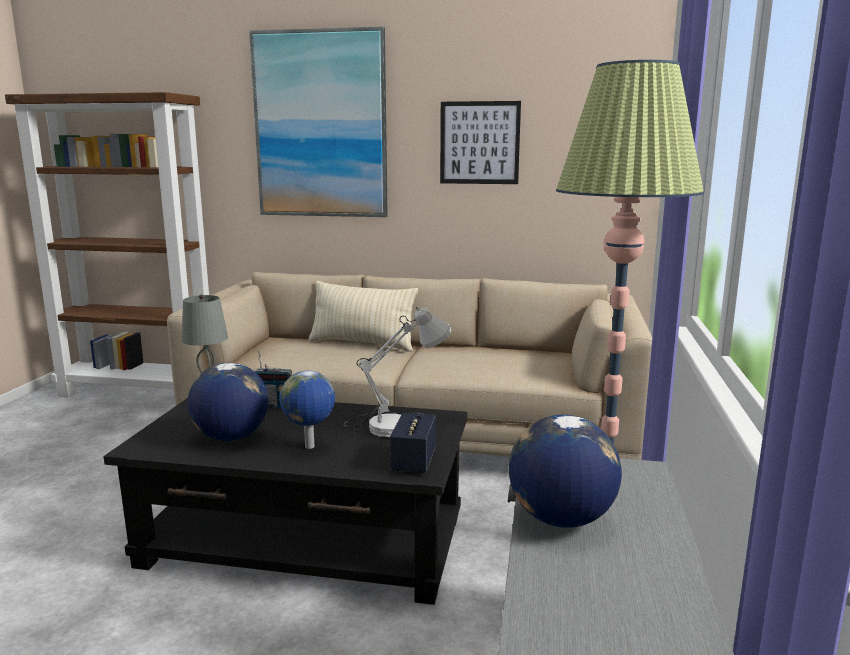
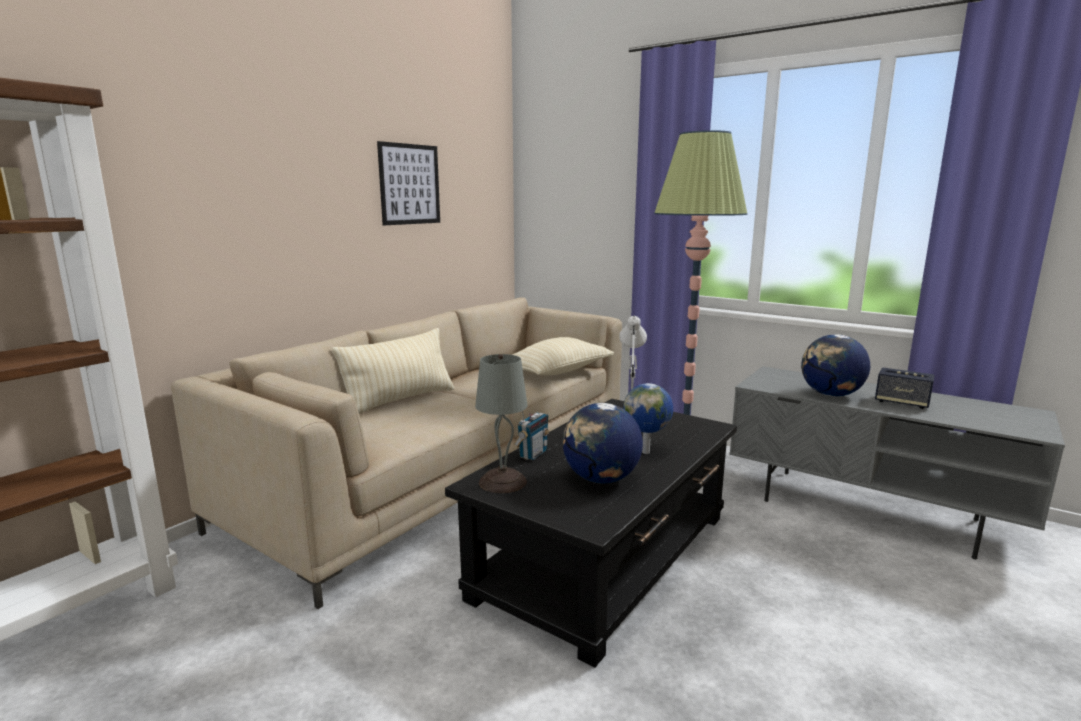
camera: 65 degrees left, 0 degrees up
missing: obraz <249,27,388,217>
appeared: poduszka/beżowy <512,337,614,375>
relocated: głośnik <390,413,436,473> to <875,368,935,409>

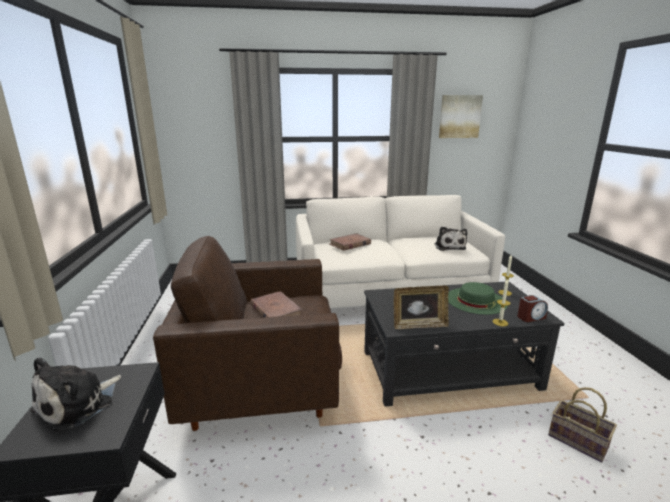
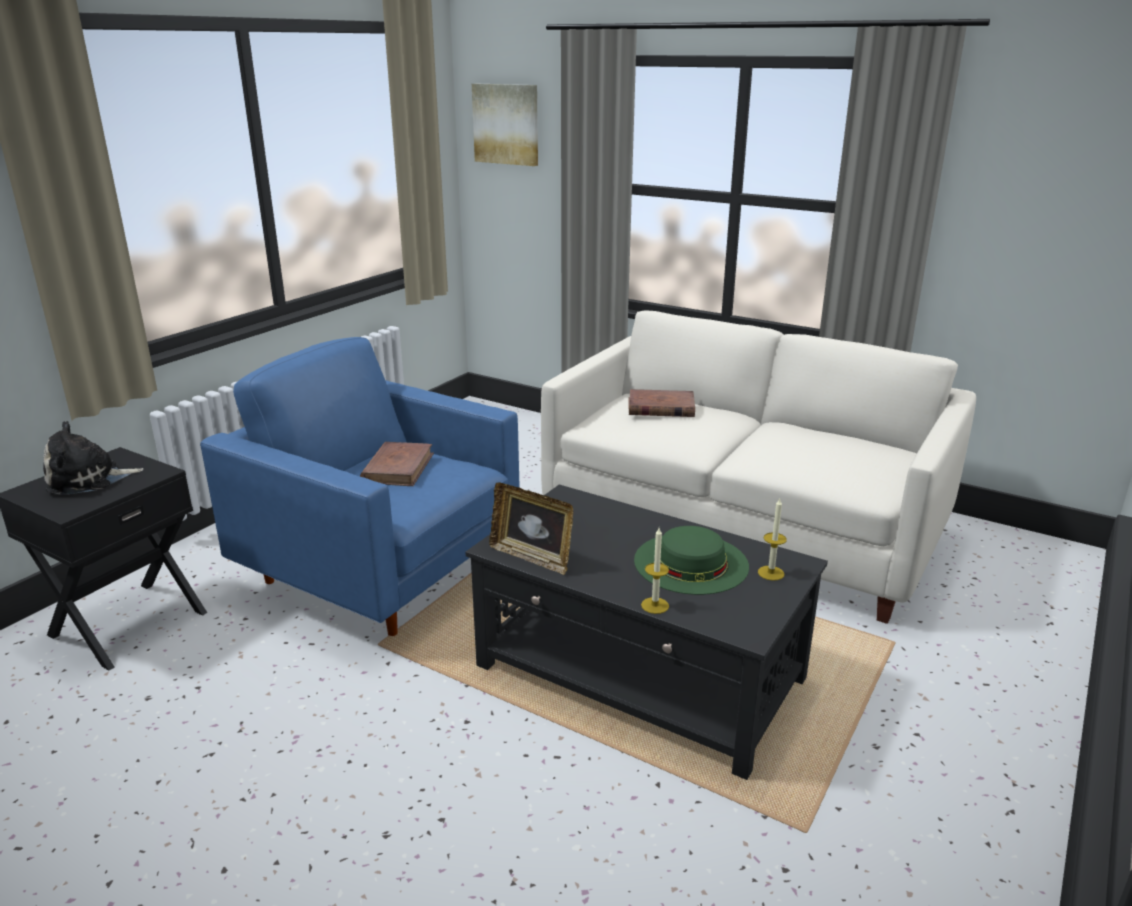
camera: 40 degrees right, 5 degrees up
missing: pluszak <434,227,467,251>; budzik <517,295,548,322>; koszyk <548,387,617,463>
relocated: obraz <439,95,483,138> to <472,83,538,166>
colour: fotel/brązowy <153,236,342,431> to fotel/niebieski <200,337,520,636>

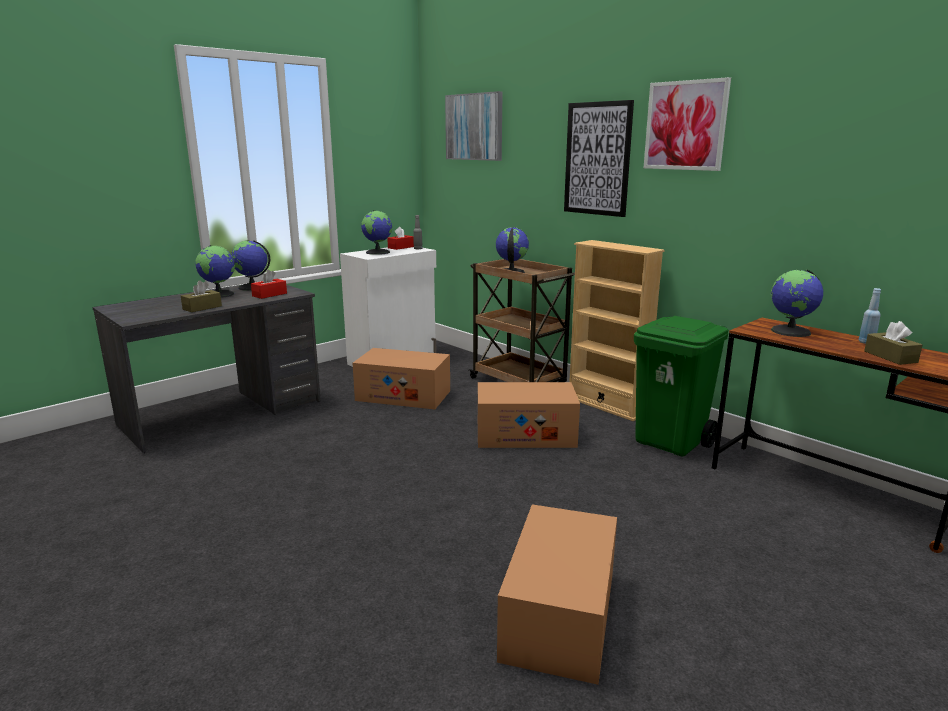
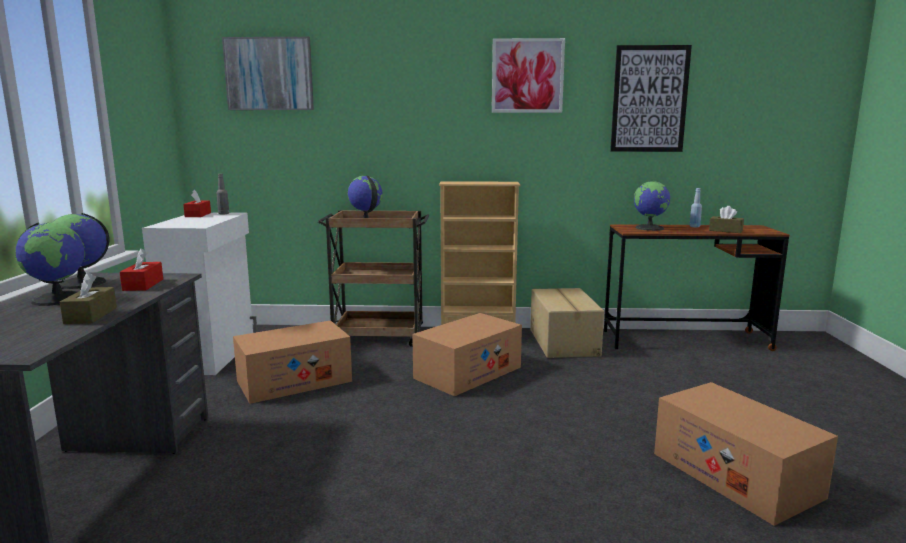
camera: 45 degrees left, 5 degrees down
missing: globus <361,210,392,255>
relocated: obraz <564,100,634,217> to <610,45,692,152>
exchanged: kosz na śmieci/zielony <634,316,728,456> to karton <530,288,604,358>

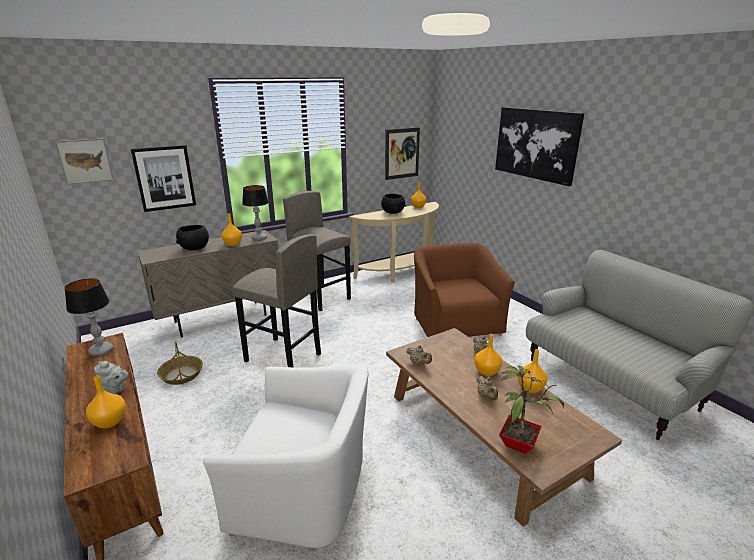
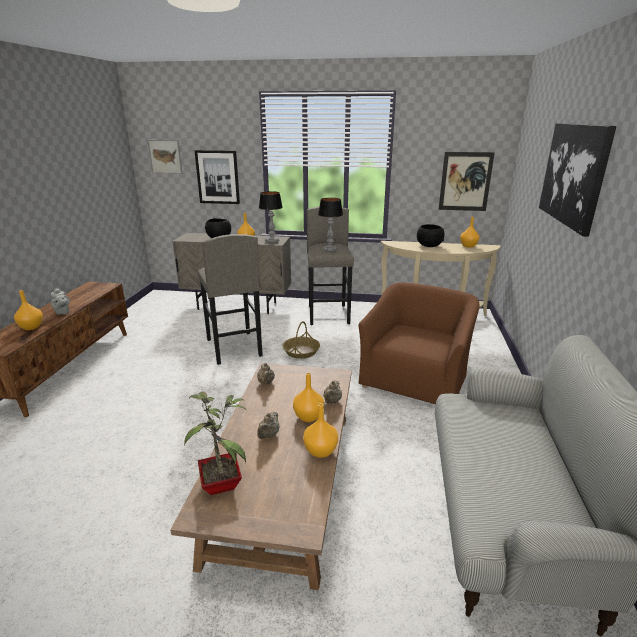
camera: 40 degrees right, 0 degrees up
missing: fotel/biały <203,364,368,551>
relocated: lampa stołowa <65,278,114,356> to <318,198,343,252>; koszyk <157,341,203,385> to <282,321,320,359>

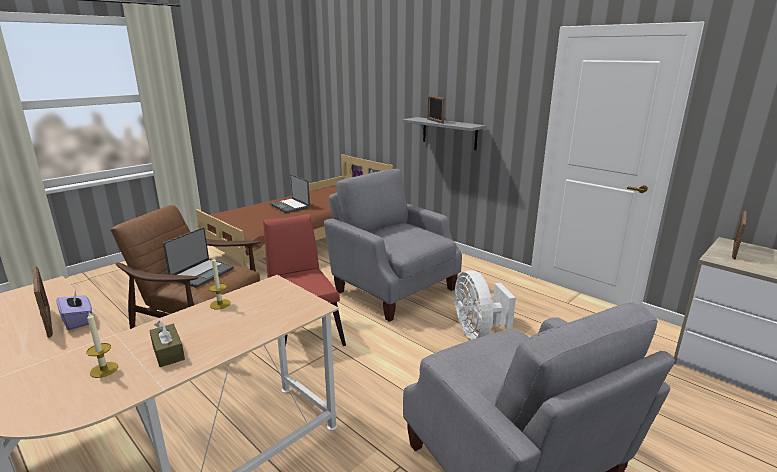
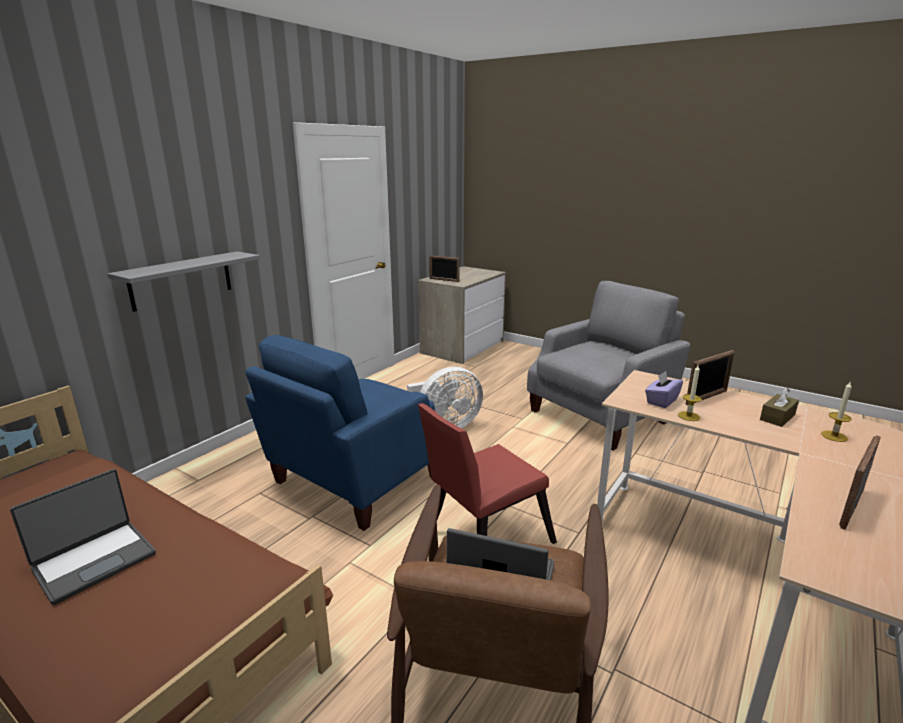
camera: 100 degrees left, 0 degrees up
relocated: ramka na zdjęcie <427,95,445,124> to <685,350,735,405>; pudełko chusteczek/fioletowy <57,289,92,330> to <645,371,683,408>
colour: fotel/szary <324,169,462,322> to fotel/niebieski <245,335,435,531>

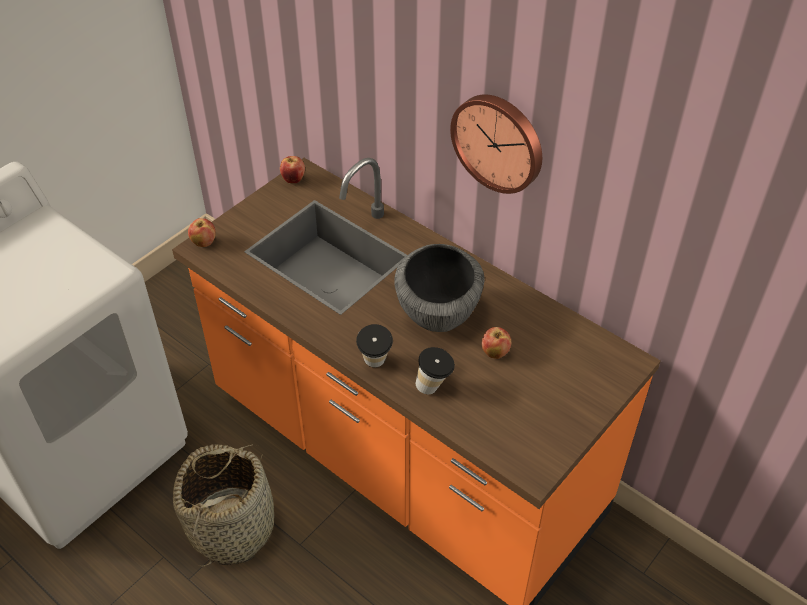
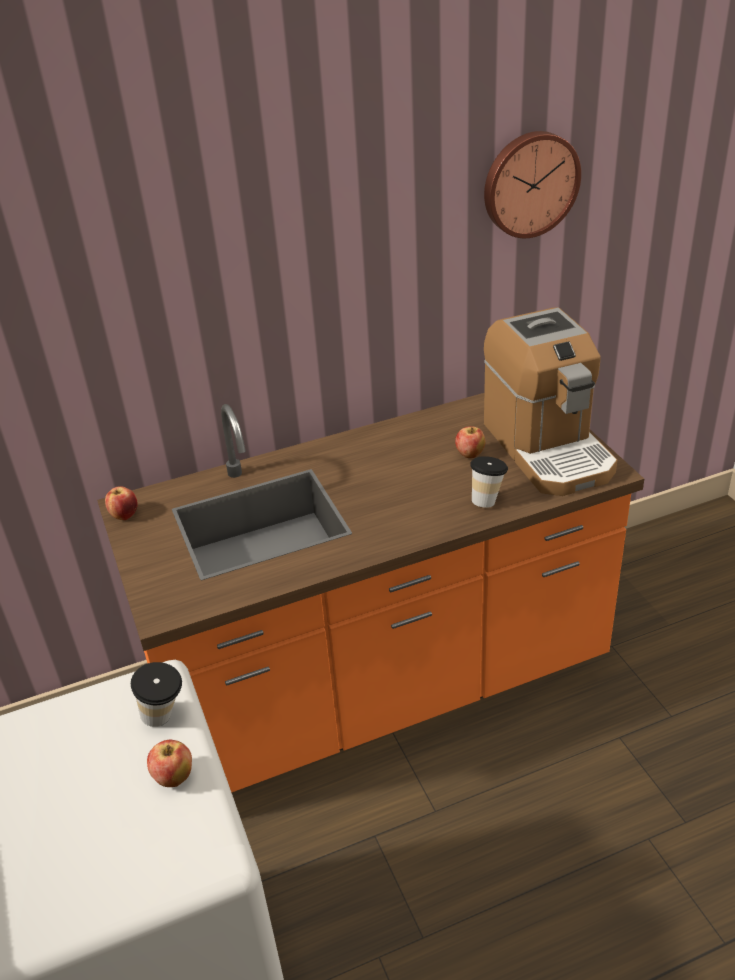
camera: 60 degrees left, 10 degrees down
missing: miska <394,244,485,332>; koszyk <173,444,274,567>
appeared: ekspres do kawy <484,308,617,496>
relocated: zegar ścienny <450,94,542,194> to <484,131,581,238>; jabłko <188,218,216,247> to <147,740,192,787>; filiżanka <356,324,393,367> to <131,662,182,727>

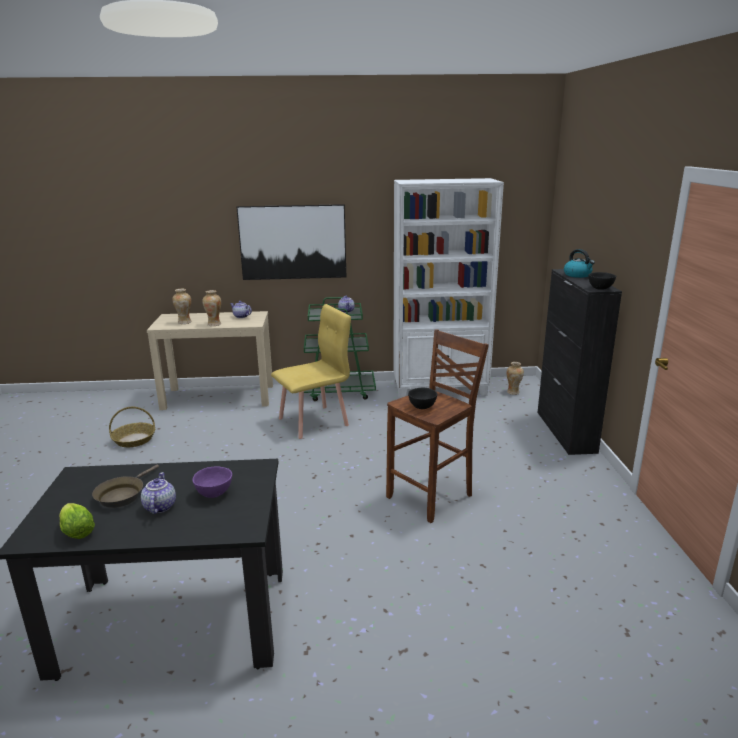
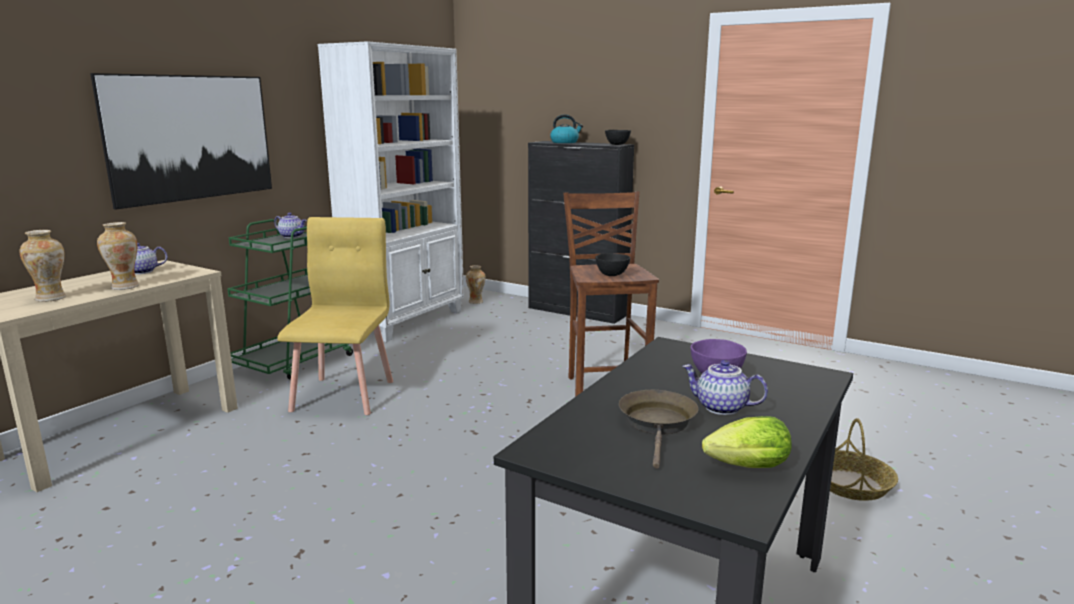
camera: 55 degrees left, 5 degrees down
relocated: koszyk <109,407,155,447> to <830,418,898,501>
spun: patelnia/brązowy <92,465,159,508> = <619,390,698,469> 135 degrees counterclockwise

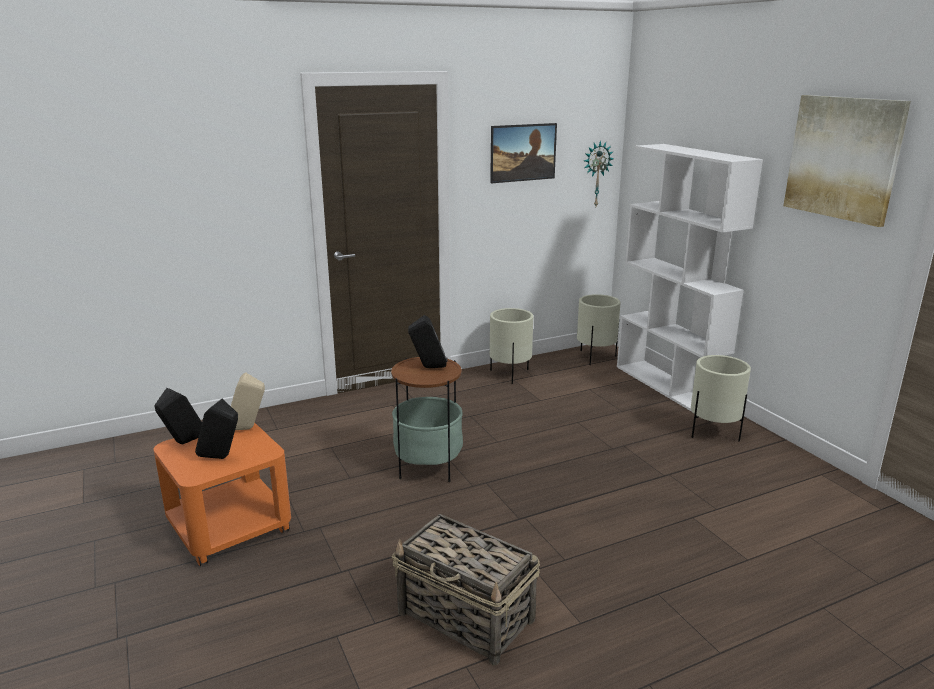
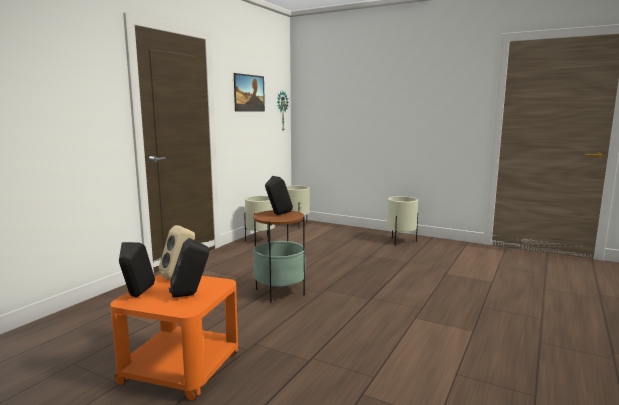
camera: 35 degrees left, 10 degrees down
missing: obraz <783,95,911,227>; regał/biały <617,144,763,412>; koszyk <392,514,540,665>

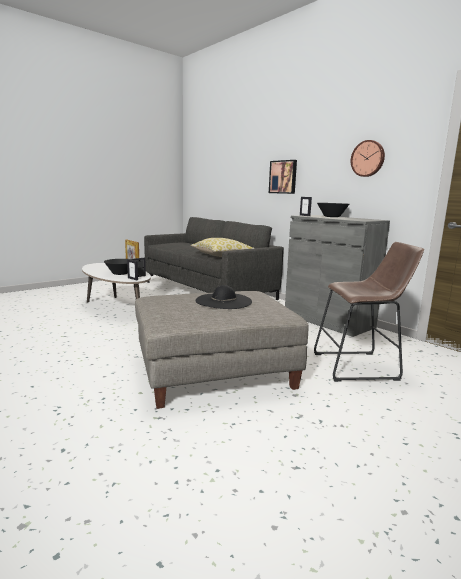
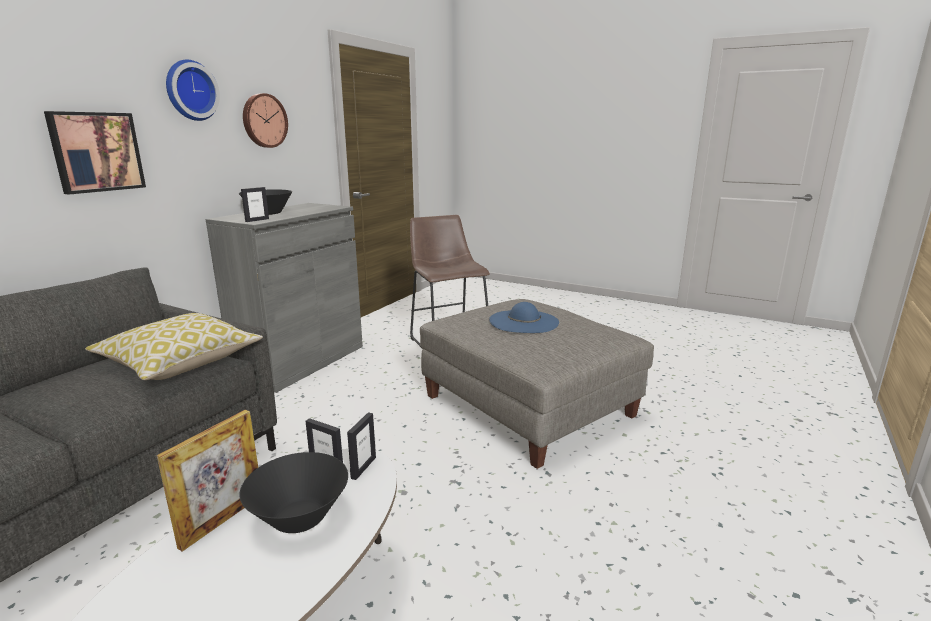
camera: 110 degrees left, 5 degrees up
appeared: zegar ścienny <166,60,220,121>
colour: kapelusz/czarny <196,285,252,309> to kapelusz/niebieski <489,302,559,333>

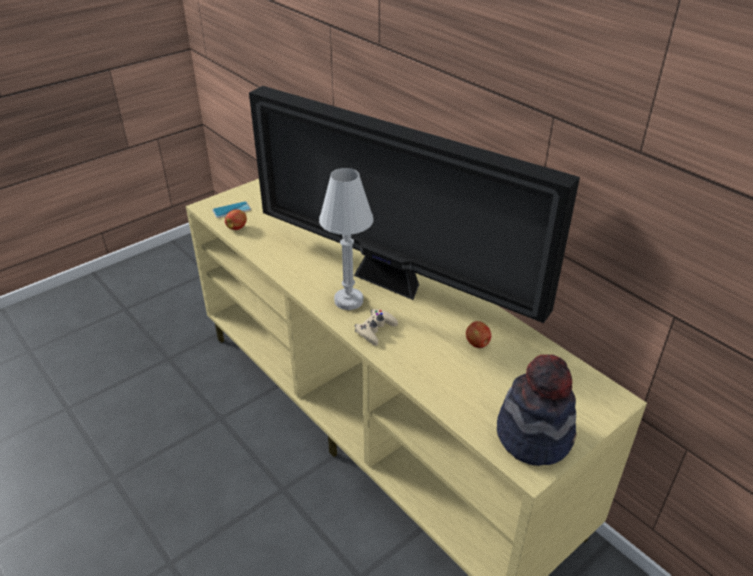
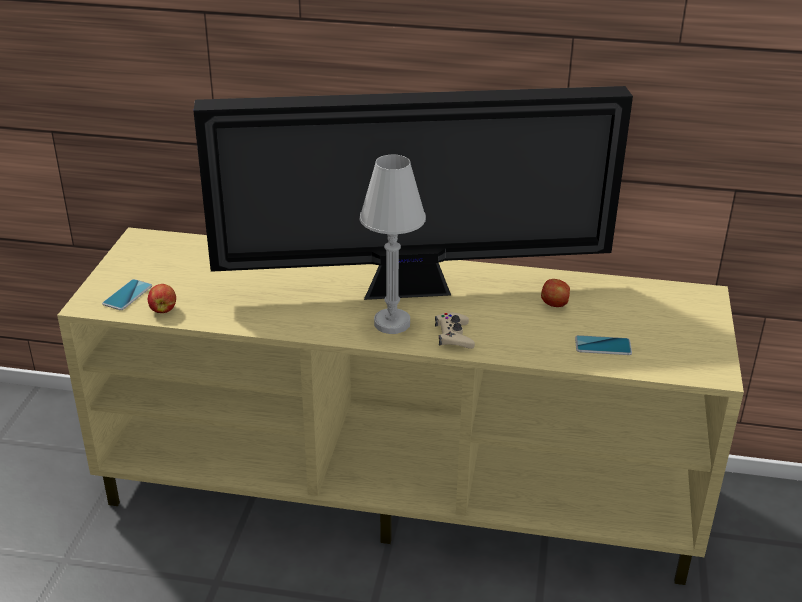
camera: 40 degrees left, 5 degrees down
missing: kapelusz <497,354,577,466>
appeared: telefon <575,335,632,355>

